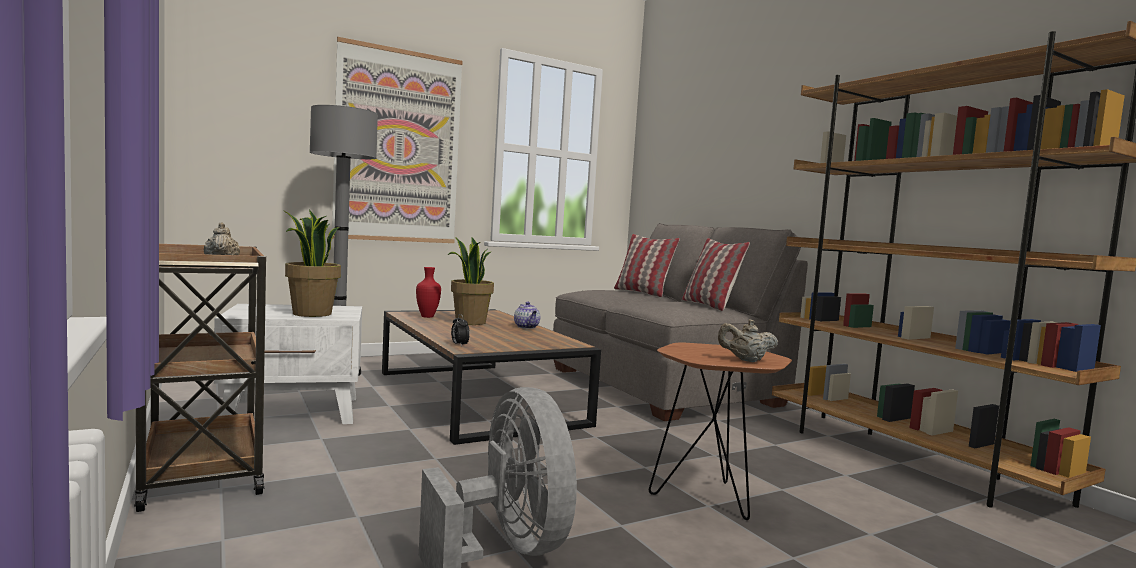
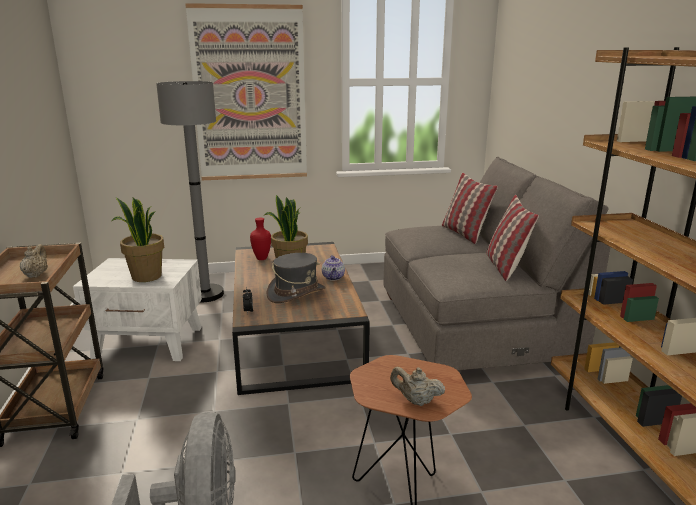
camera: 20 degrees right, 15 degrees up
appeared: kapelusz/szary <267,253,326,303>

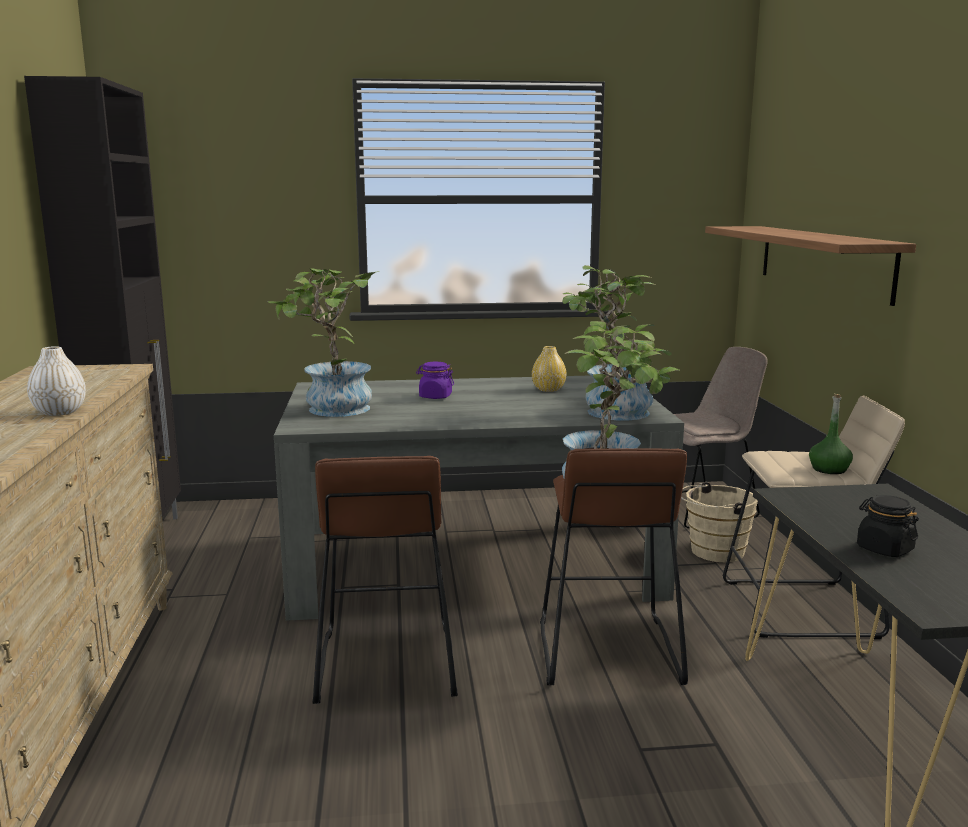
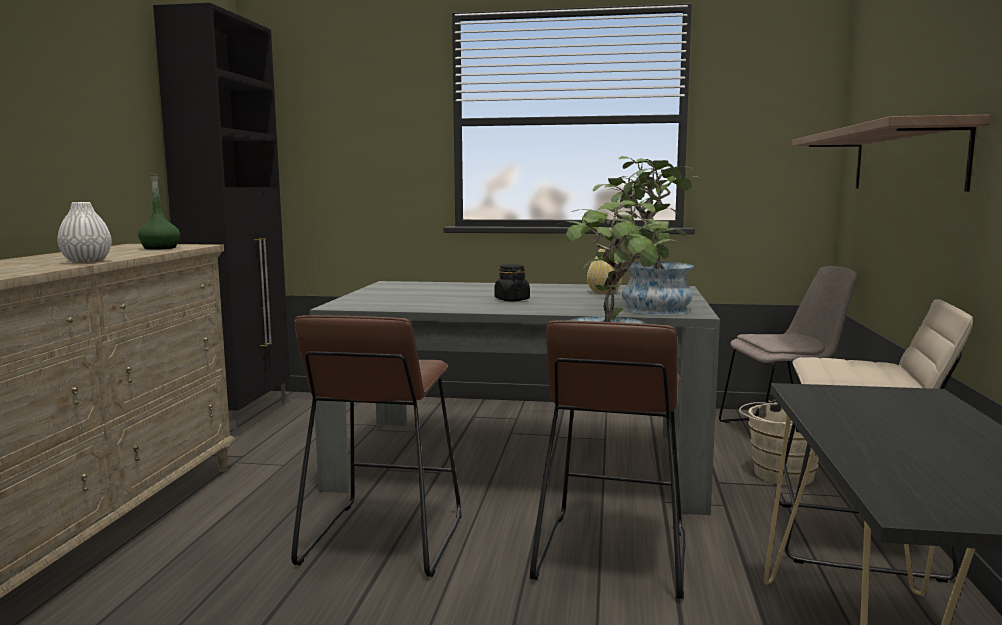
camera: 15 degrees right, 5 degrees down
missing: roślina doniczkowa <268,268,380,417>; słoik/fioletowy <416,362,454,399>
relocated: butelka/zielony <809,394,853,474> to <138,174,180,250>; słoik/czarny <857,495,919,557> to <495,264,530,302>

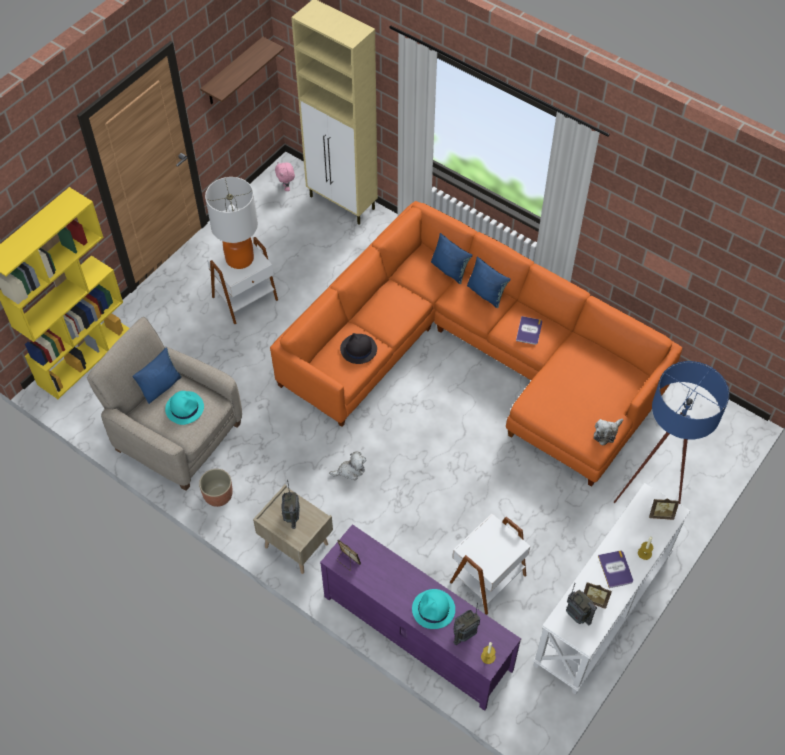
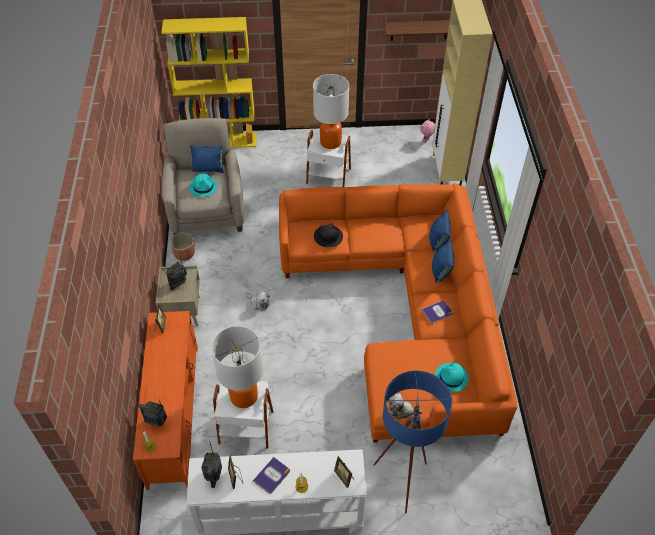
camera: 50 degrees right, 5 degrees down
appeared: lampa stołowa <211,326,263,408>
relocated: kapelusz/turkusowy <412,589,455,629> to <435,363,469,392>
colour: szafka pod telewizor/fioletowy <320,524,521,711> to szafka pod telewizor/pomarańczowy <133,311,198,490>

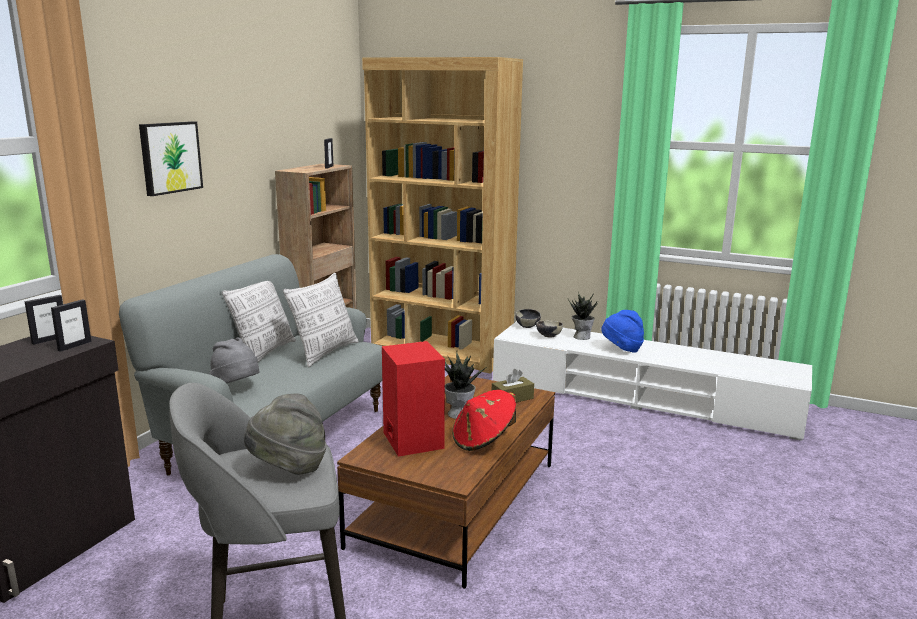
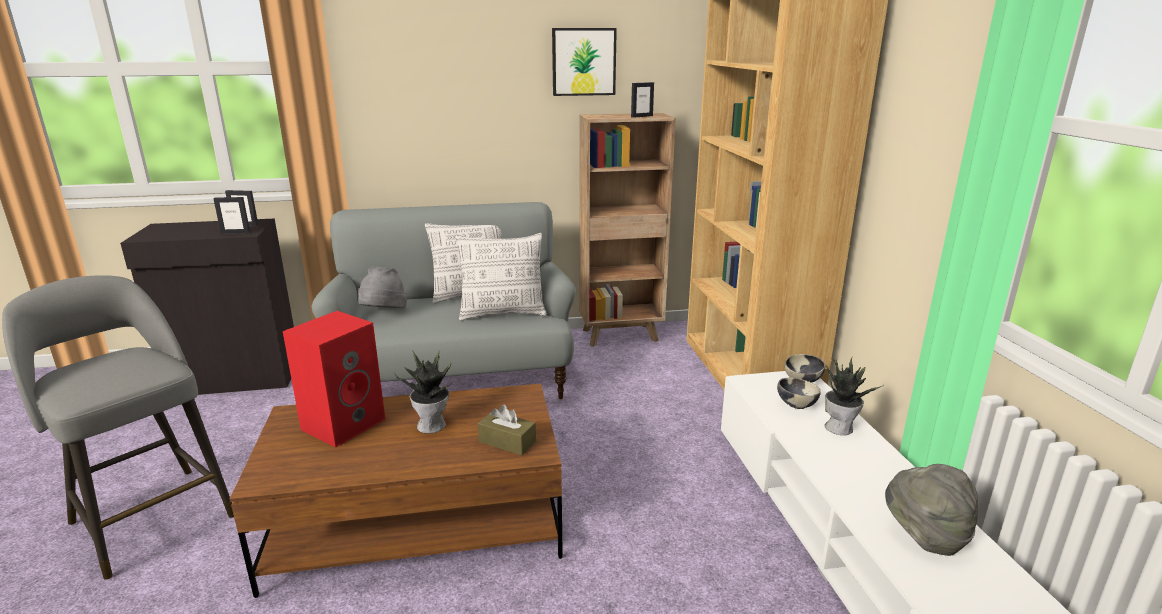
camera: 55 degrees right, 5 degrees up
missing: kapelusz/niebieski <601,310,644,353>; kapelusz/czerwony <452,390,516,451>
relocated: obraz <139,121,203,196> to <552,28,617,96>; kapelusz/szary <244,393,326,475> to <885,464,978,556>

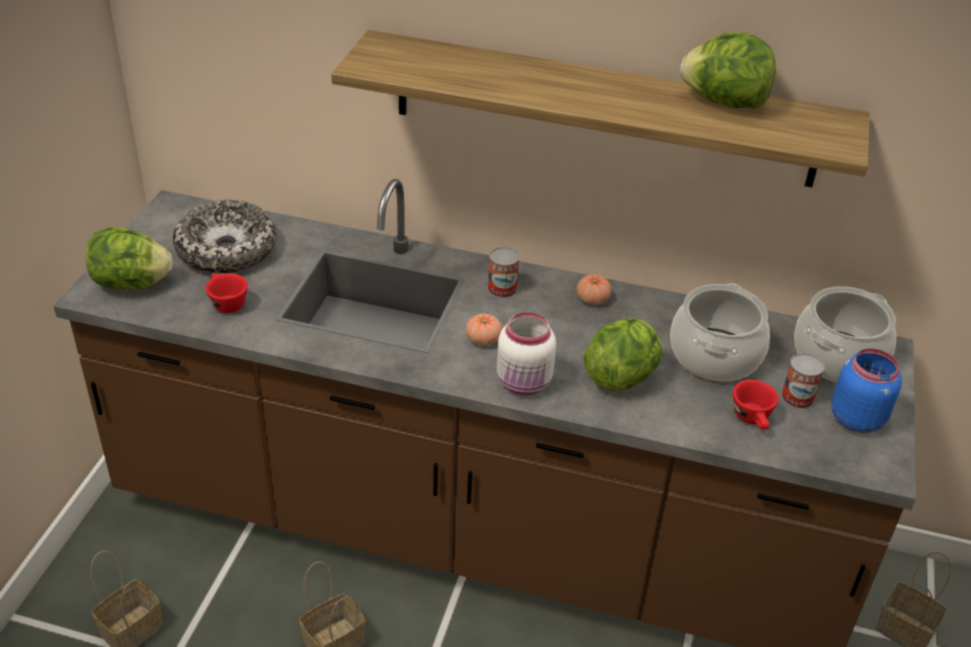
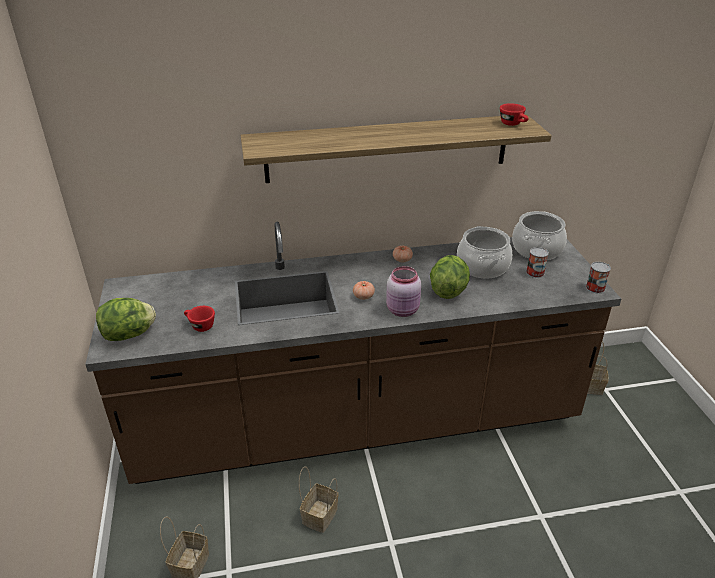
camera: 25 degrees left, 5 degrees down
missing: sałata <680,32,776,109>; miska <173,200,276,273>; słoik/niebieski <831,348,902,433>
relocated: puszka <488,247,520,298> to <586,262,611,294>; filiżanka/czerwony <733,380,778,430> to <500,103,529,126>
colour: słoik/biały <497,312,556,396> to słoik/różowy <386,266,421,317>

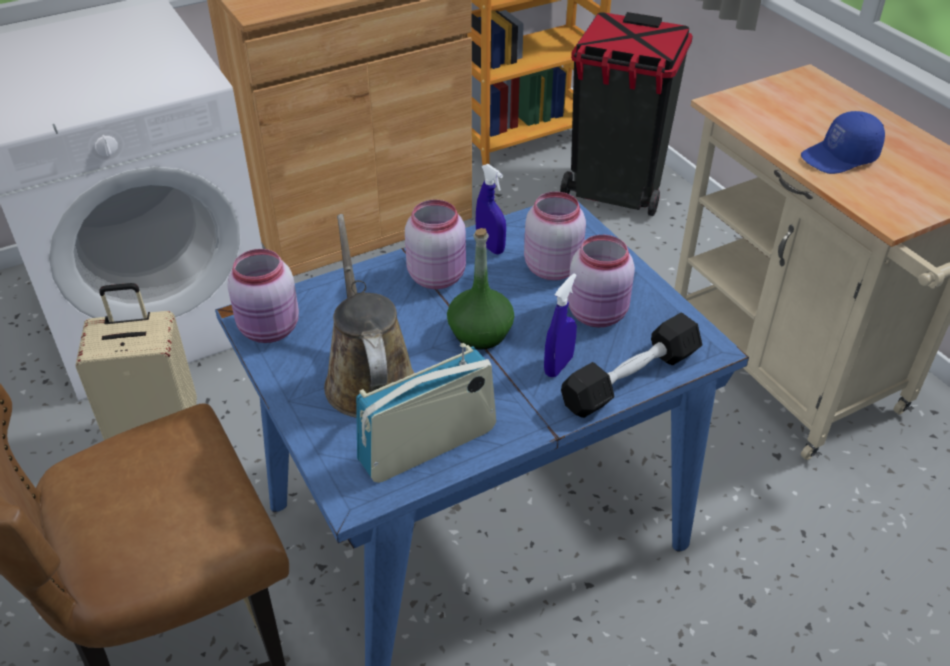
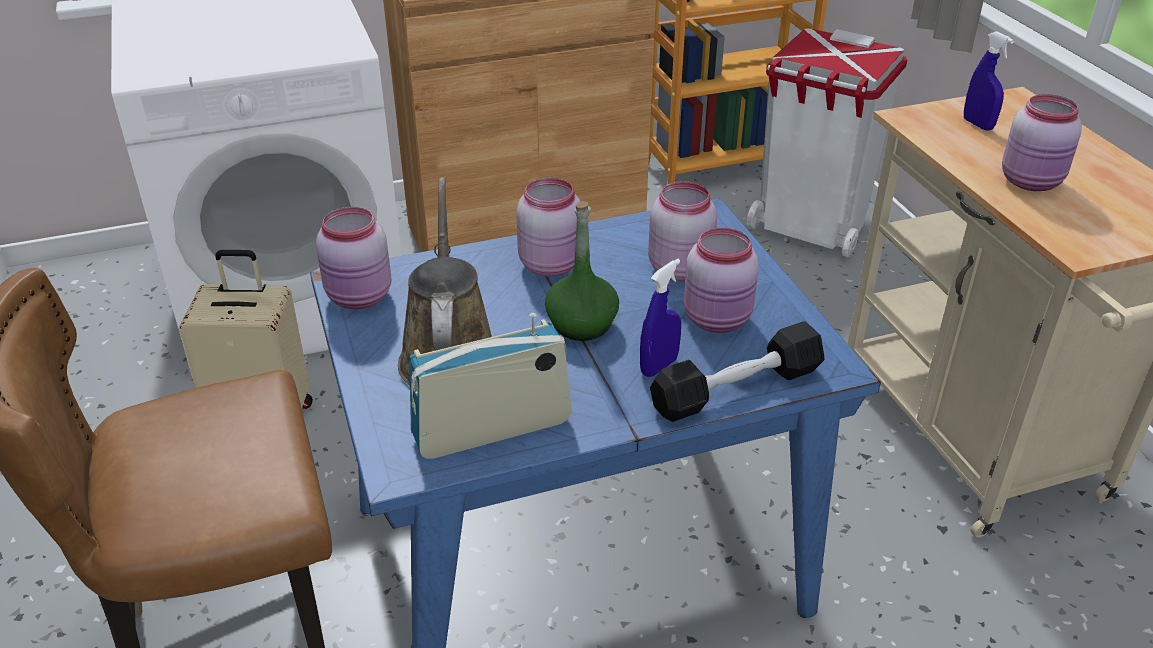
camera: 10 degrees right, 5 degrees down
relocated: spryskiwacz/niebieski <476,164,506,254> to <964,31,1014,131>
exchanged: czapka z daszkiem/niebieski <801,111,885,174> to słoik/różowy <1002,94,1082,191>
colour: kosz na śmieci/czarny <560,12,693,216> to kosz na śmieci/biały <747,28,907,257>

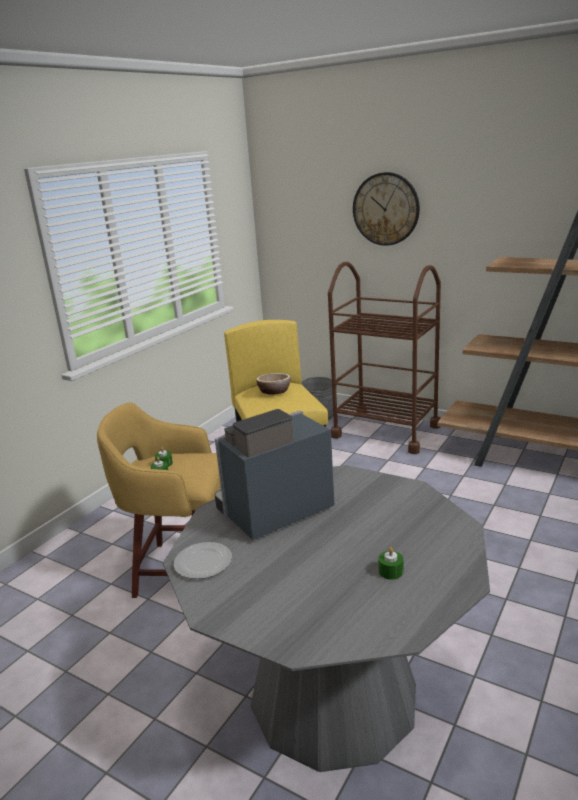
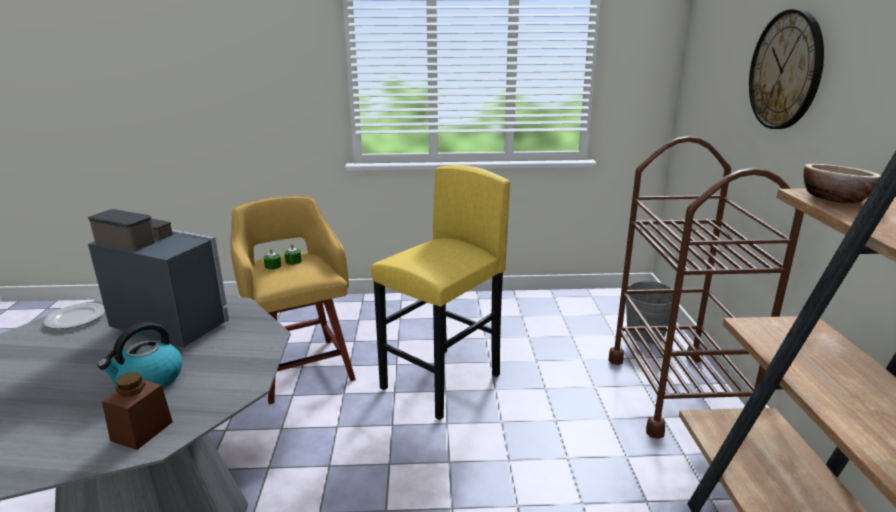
camera: 55 degrees right, 0 degrees up
missing: świeca/zielony <378,547,403,580>
appeared: czajnik <98,322,183,388>; słoik/brązowy <102,372,173,450>
relocated: miska <256,373,291,395> to <804,164,881,203>

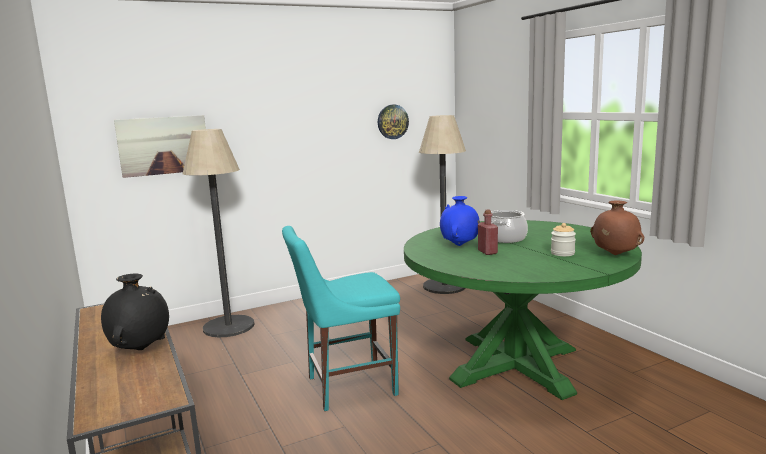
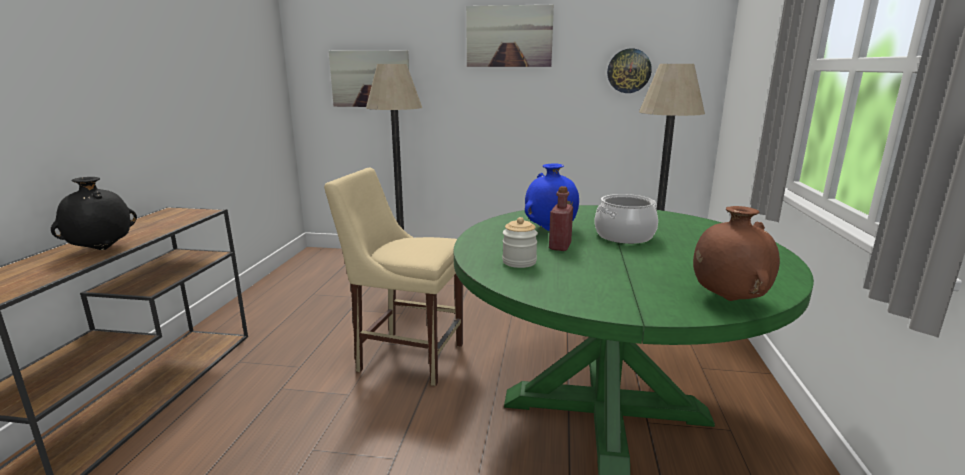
camera: 35 degrees right, 5 degrees up
appeared: obraz <466,4,554,67>
relocated: słoik <551,223,576,256> to <502,217,538,268>
colour: krzesło/turkusowy <282,226,400,411> to krzesło/beżowy <324,168,463,386>

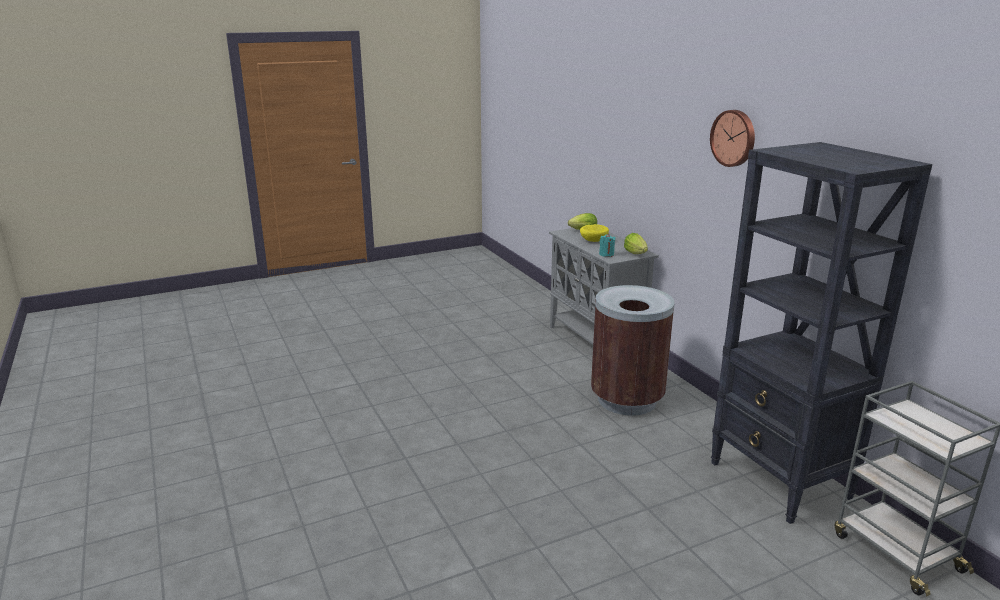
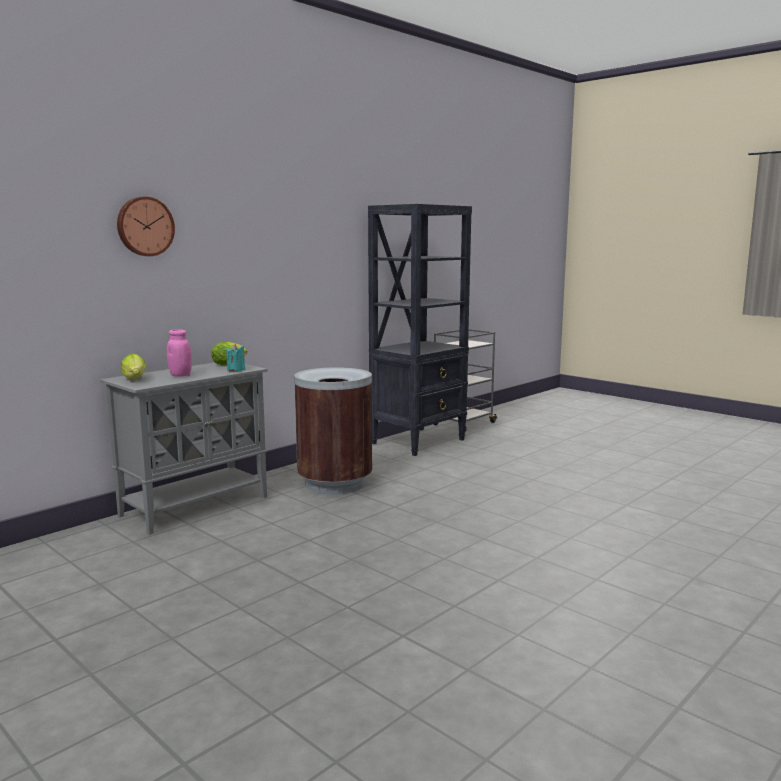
camera: 110 degrees left, 10 degrees down
relocated: zegar ścienny <710,110,755,167> to <117,196,175,256>
exchanged: miska/żółty <580,224,609,242> to słoik/różowy <167,329,192,377>

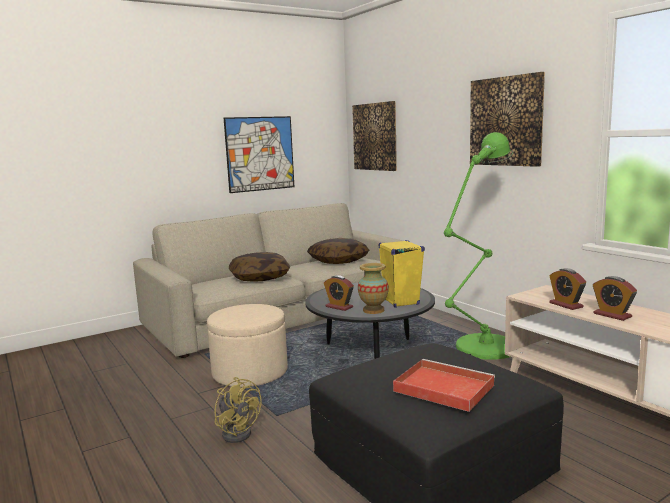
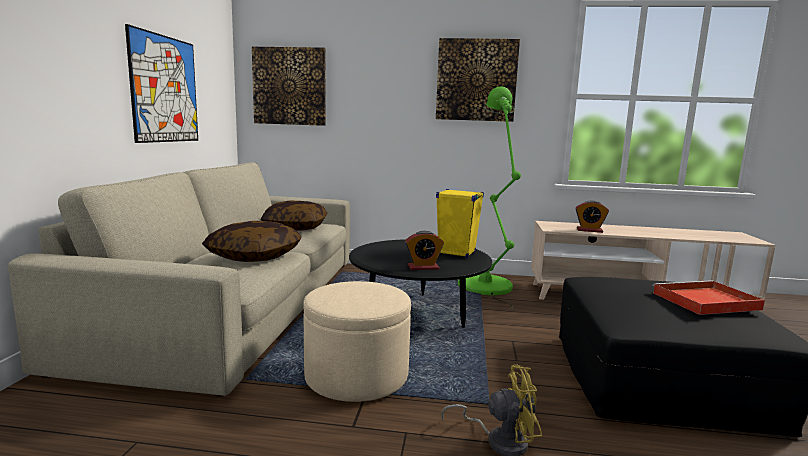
camera: 50 degrees left, 0 degrees up
missing: wazon <358,263,389,314>; budzik <593,276,637,321>

